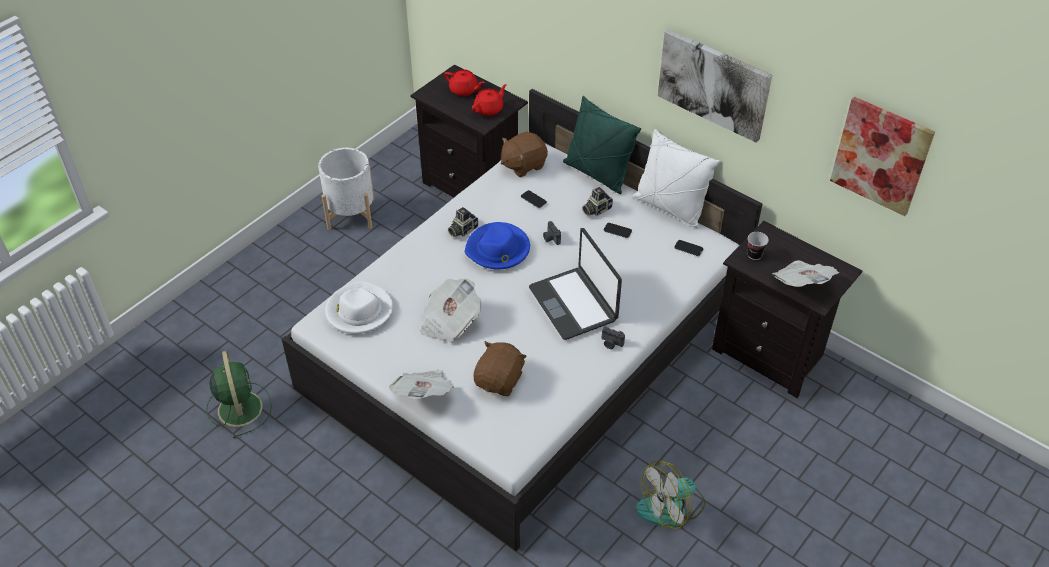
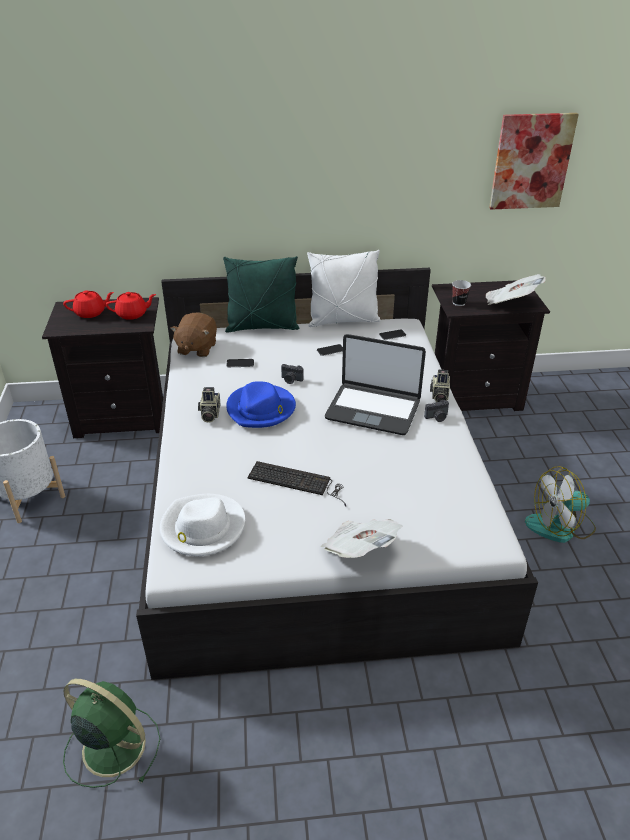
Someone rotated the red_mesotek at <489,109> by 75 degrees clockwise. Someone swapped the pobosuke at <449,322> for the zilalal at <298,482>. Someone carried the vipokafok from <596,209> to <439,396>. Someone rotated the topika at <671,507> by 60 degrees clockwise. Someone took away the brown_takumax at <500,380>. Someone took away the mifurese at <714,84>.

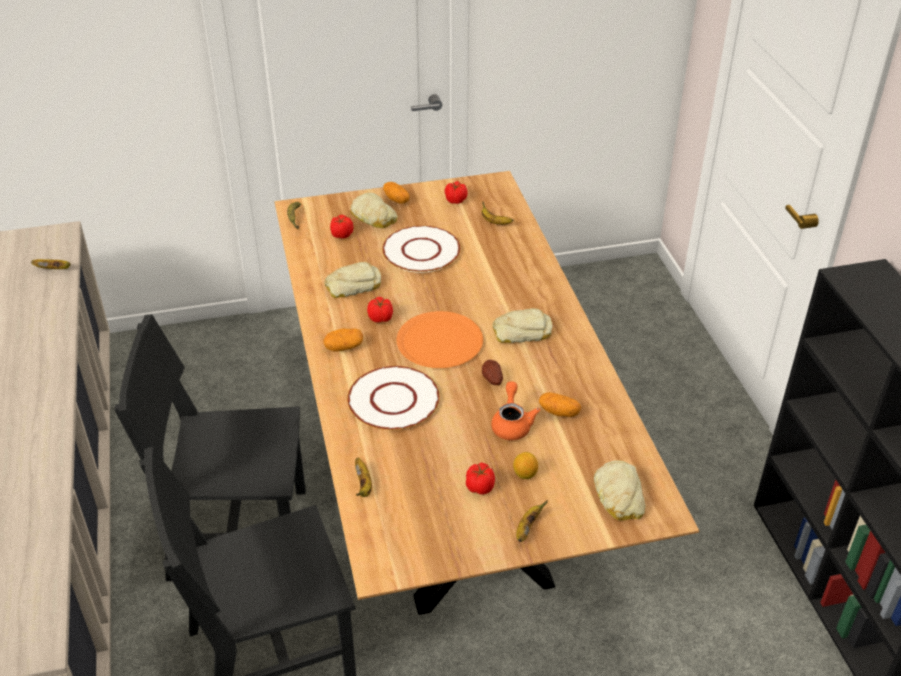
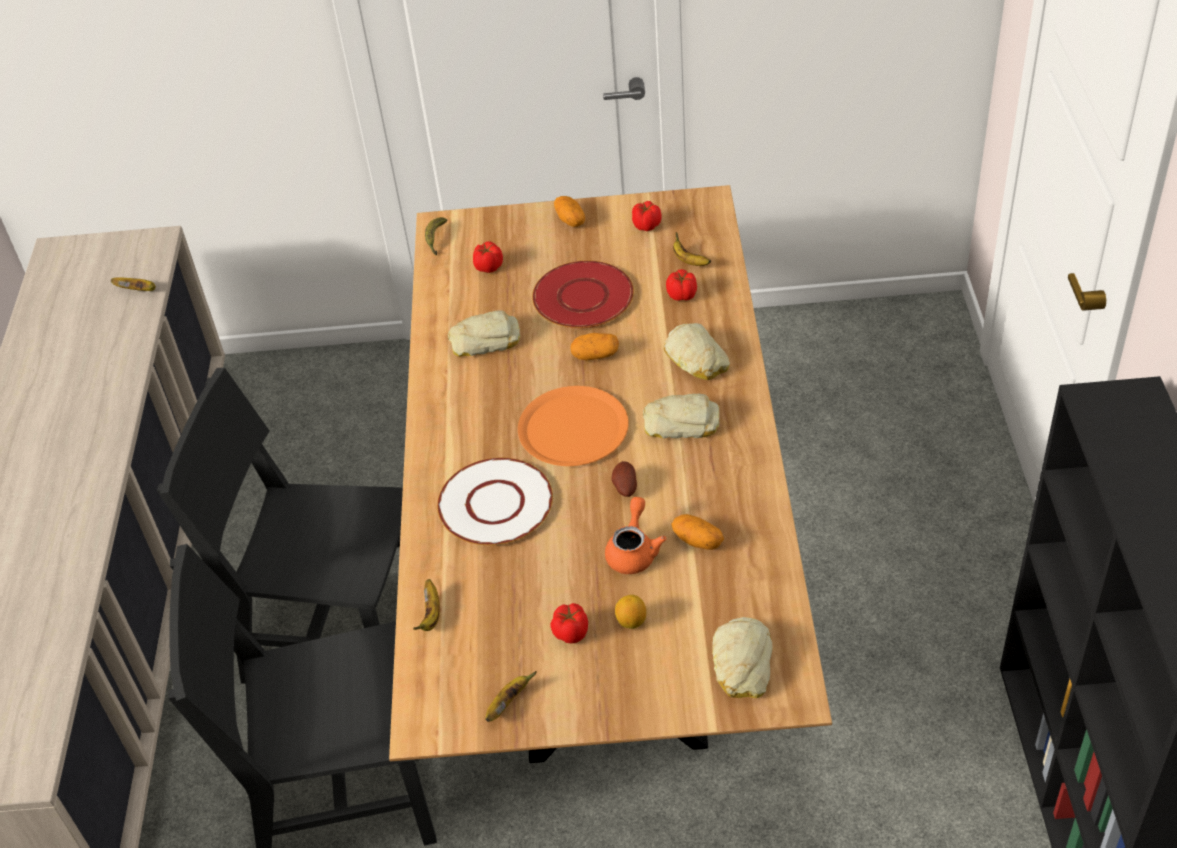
Someone carried the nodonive from <527,528> to <508,703>. Someone repainted the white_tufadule at <421,250>, which became the red_tufadule at <582,296>. Someone carried the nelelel from <344,347> to <595,355>. Someone carried the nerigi from <373,217> to <696,359>. Someone carried the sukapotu from <381,318> to <682,295>.

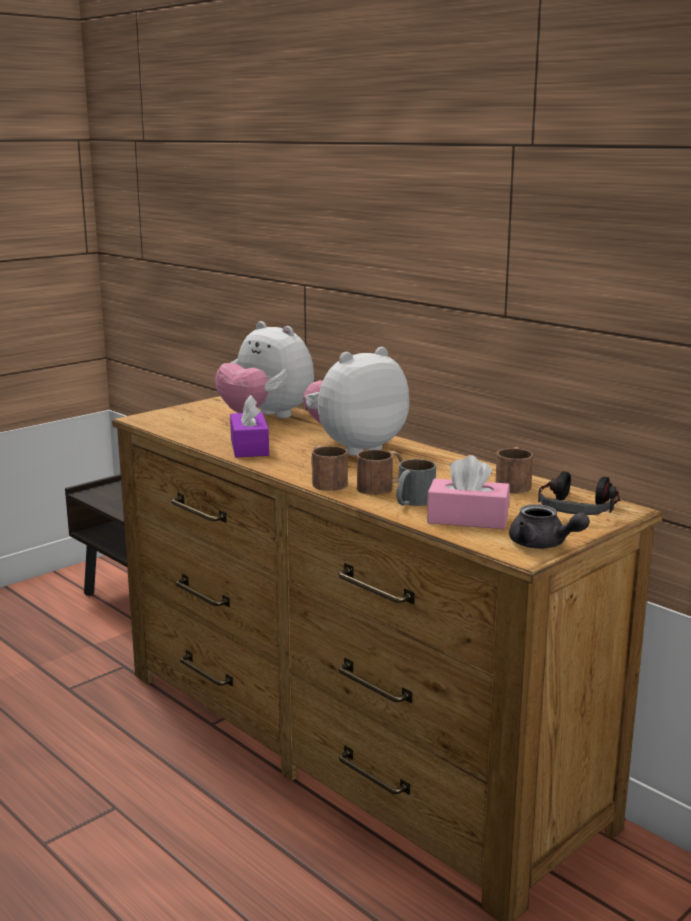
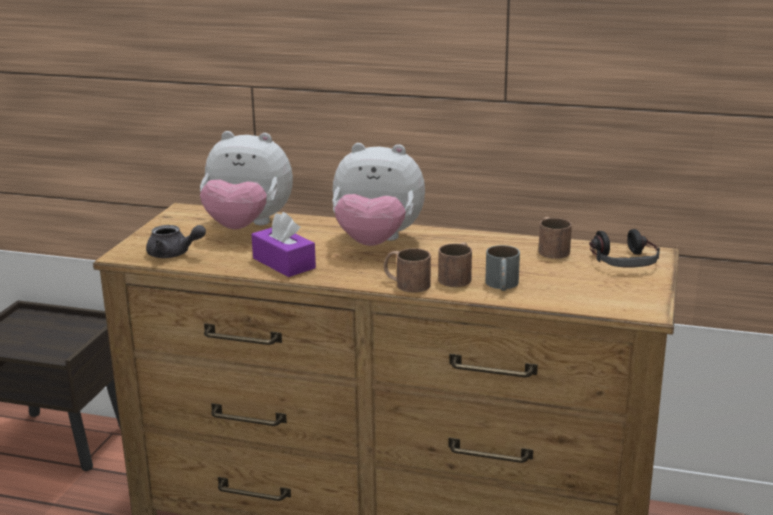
Someone carried the grey_mesotek from <543,545> to <174,254>. Someone rotated the takumax at <355,447> by 105 degrees counterclockwise. Someone took away the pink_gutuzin at <467,519>.

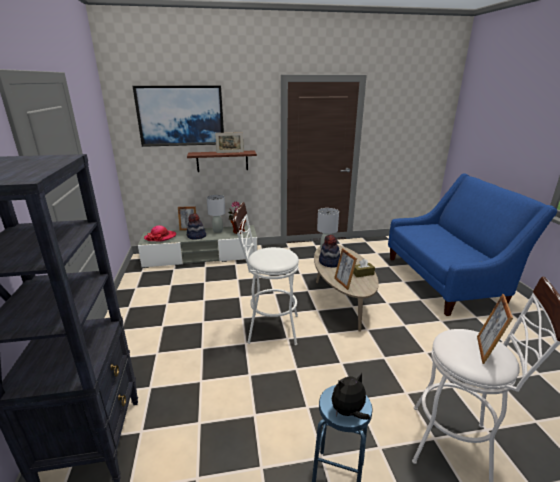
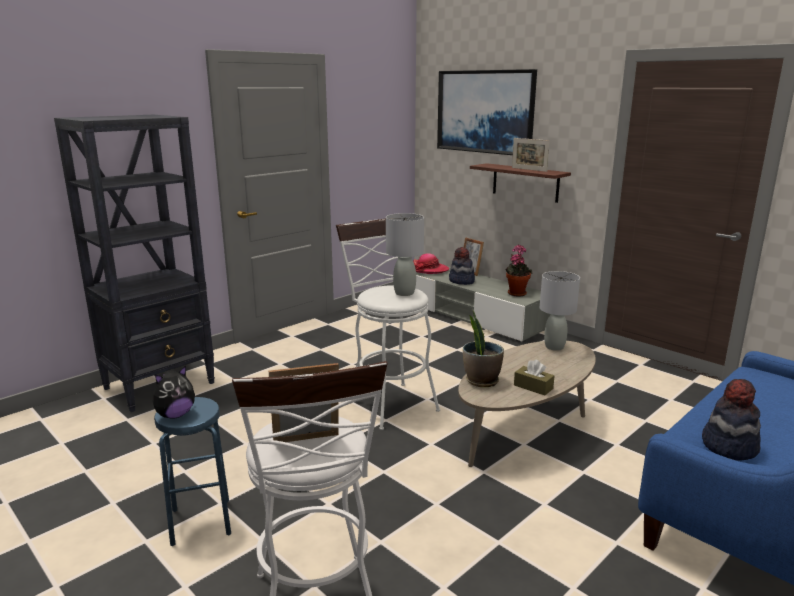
Someone rotated the takumax at <348,412> by 105 degrees clockwise. Someone carried the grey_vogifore from <217,231> to <404,293>. Someone swapped the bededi at <343,283> for the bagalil at <481,381>. Someone carried the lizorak from <329,262> to <728,446>.

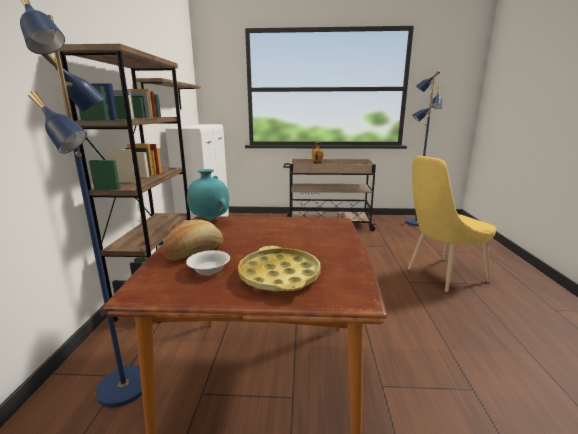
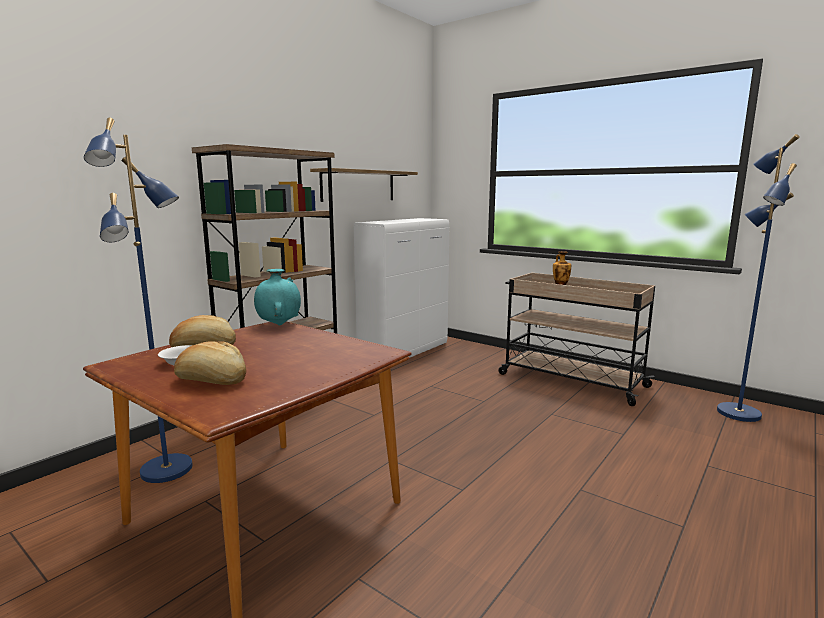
Someone swapped the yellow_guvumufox at <279,276> for the nerigi at <212,381>. Someone took away the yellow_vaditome at <441,275>.

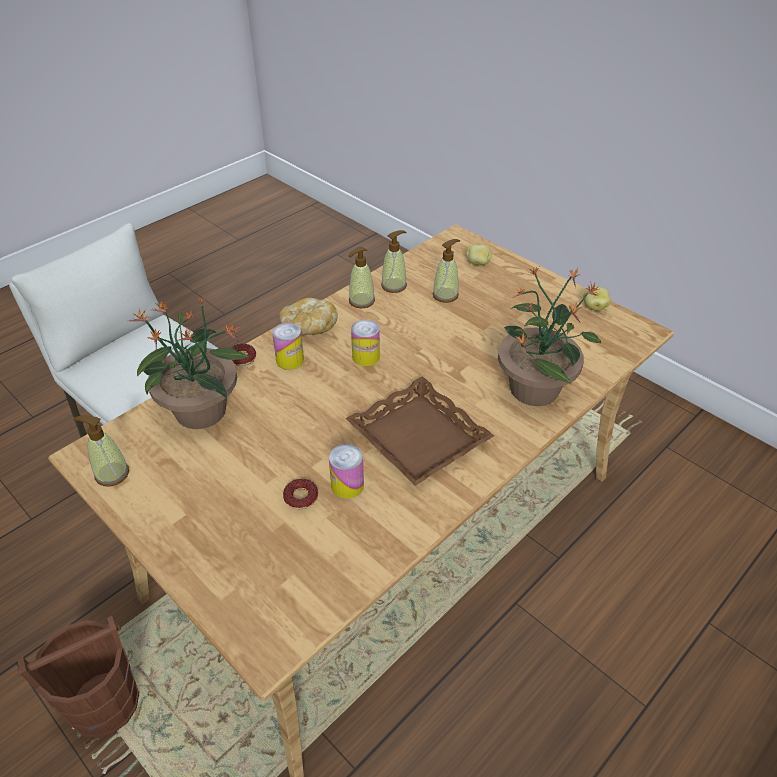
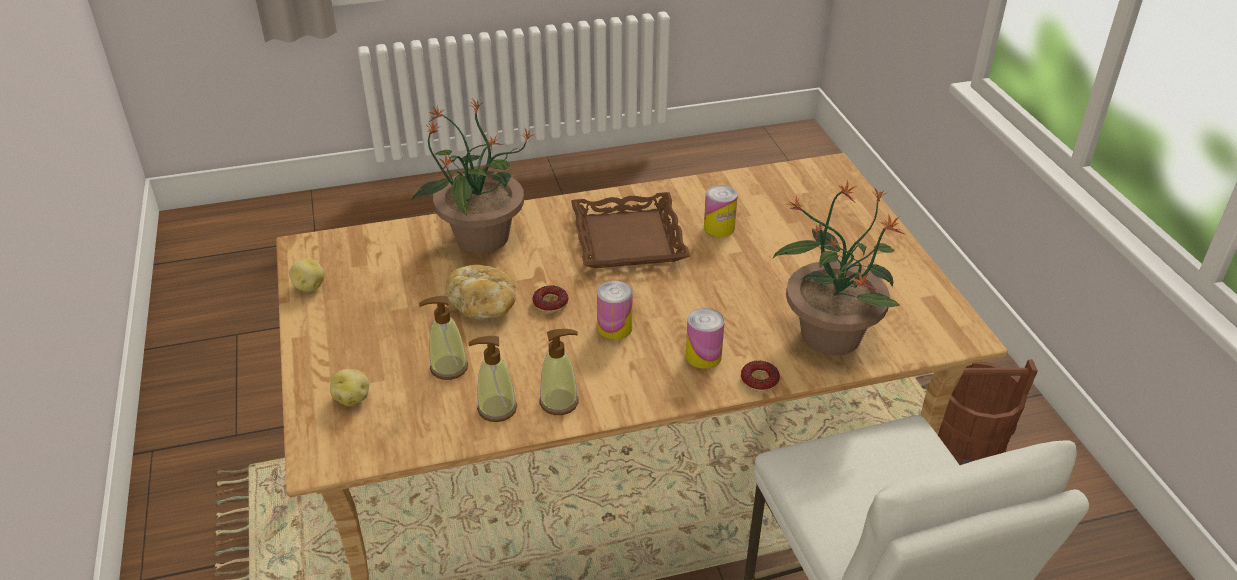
Someone carried the nerigi from <308,328> to <484,306>. Someone carried the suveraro from <301,497> to <550,303>. Someone took away the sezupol at <111,474>.

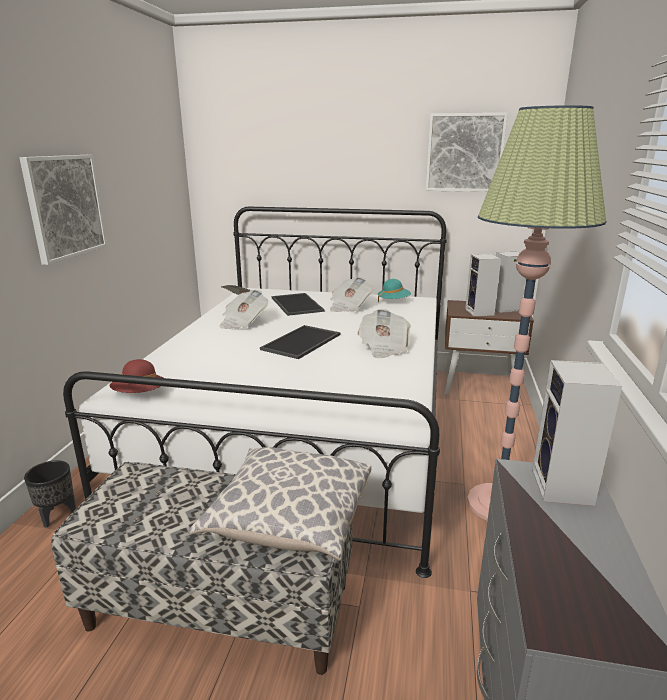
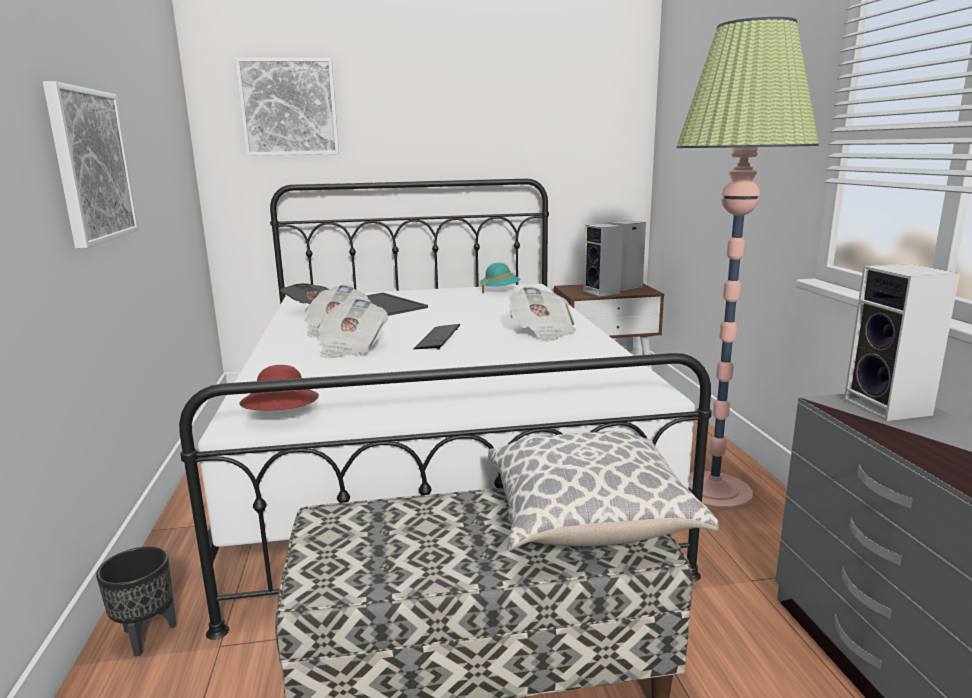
Someone carried the mifurese from <464,153> to <289,107>. Someone carried the pobosuke from <349,307> to <351,348>. Someone swapped the guvumufox at <302,342> for the zilalal at <438,338>.

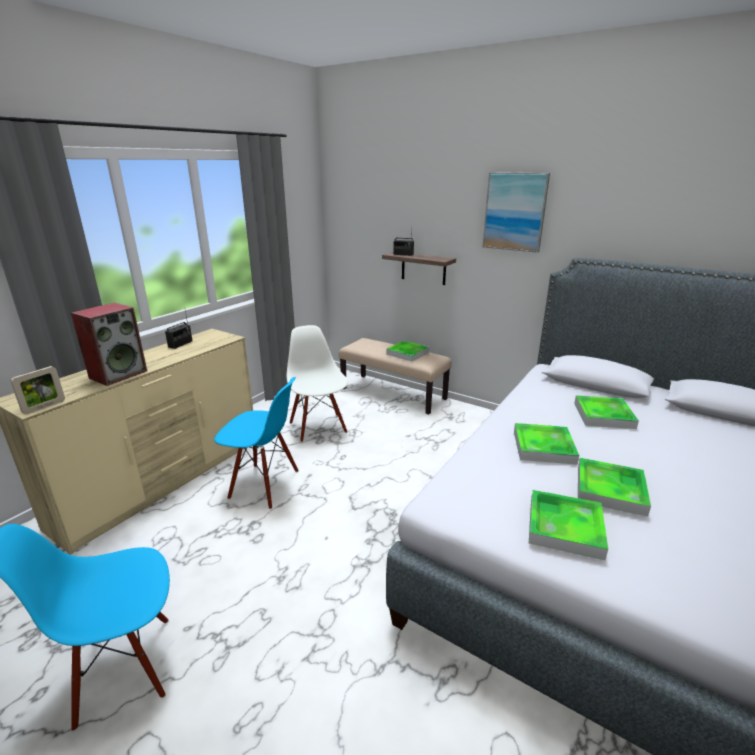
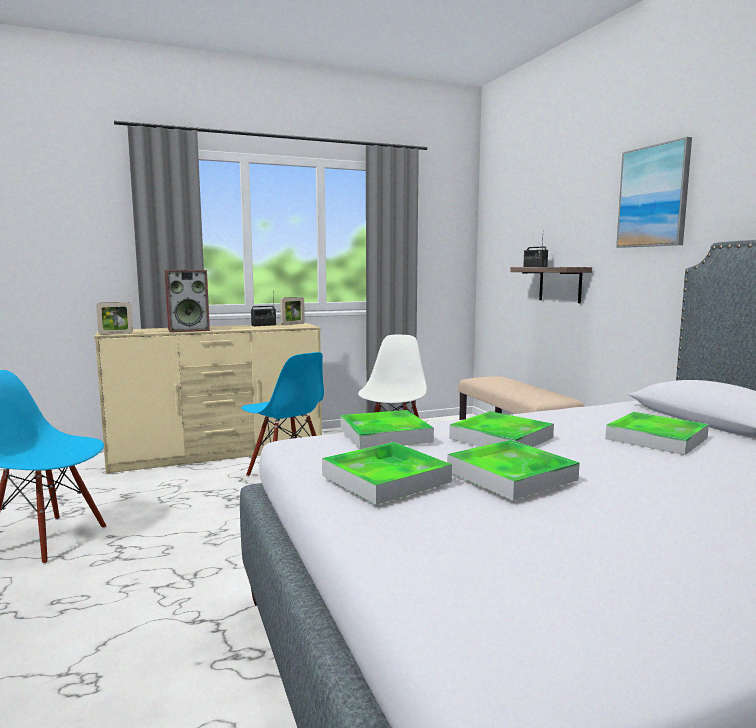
Someone put down the bededi at <293,324>. Someone carried the guvumufox from <407,353> to <385,435>.

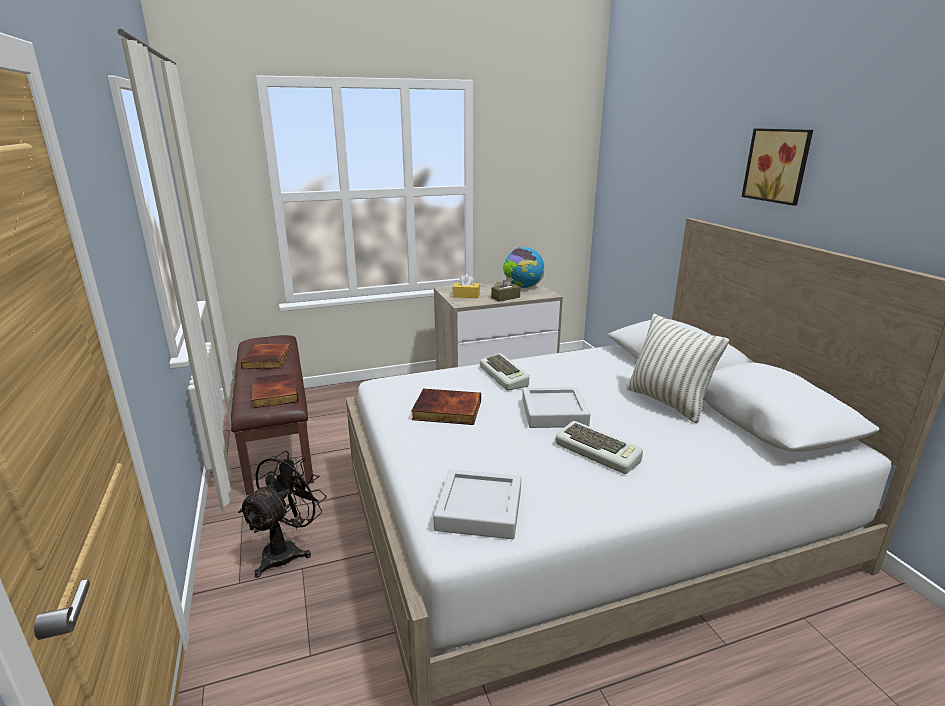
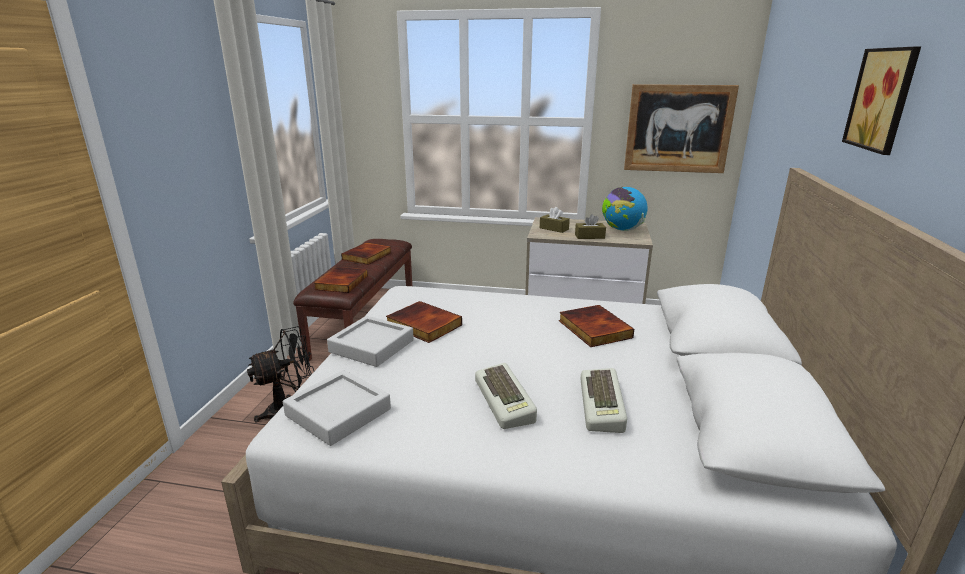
Someone carried the grey_guvumufox from <554,413> to <372,346>. Someone repainted the yellow_gutuzin at <466,295>, which became the brown_gutuzin at <554,229>. Someone put down the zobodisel at <593,329>. Someone carried the zilalal from <505,376> to <603,405>. Someone put up the mifurese at <678,129>. Someone took away the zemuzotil at <667,402>.

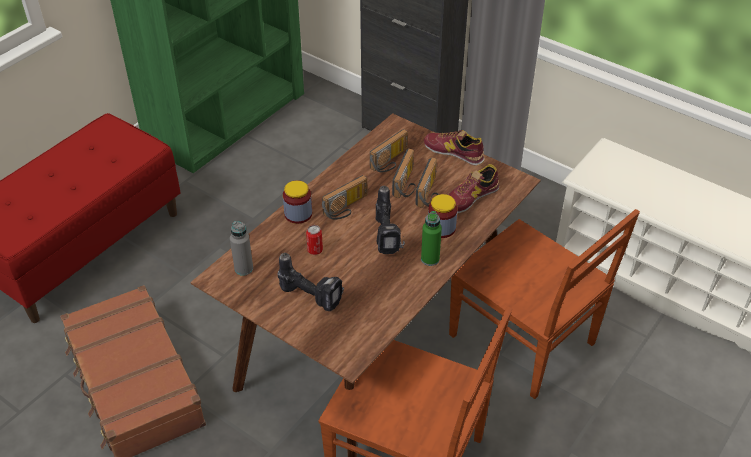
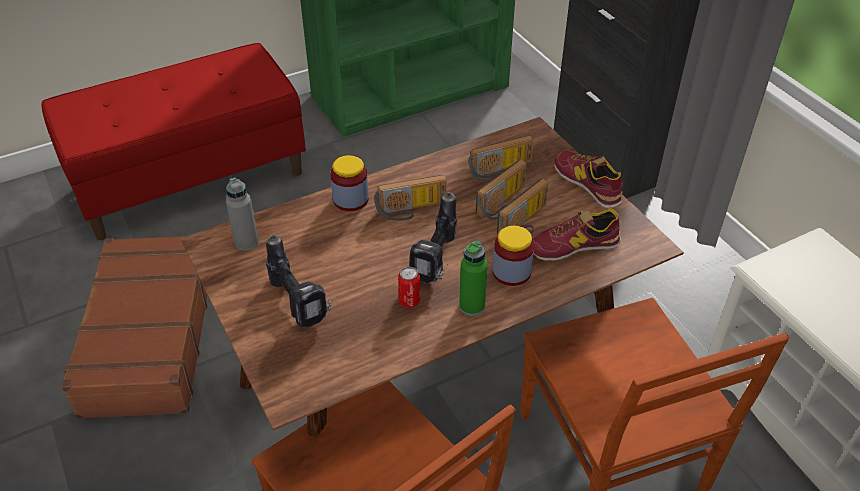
Someone carried the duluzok from <315,250> to <409,301>.

